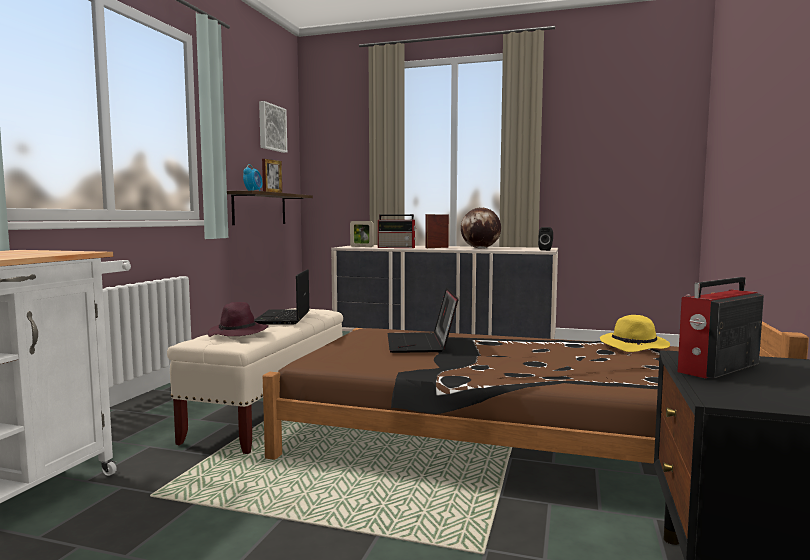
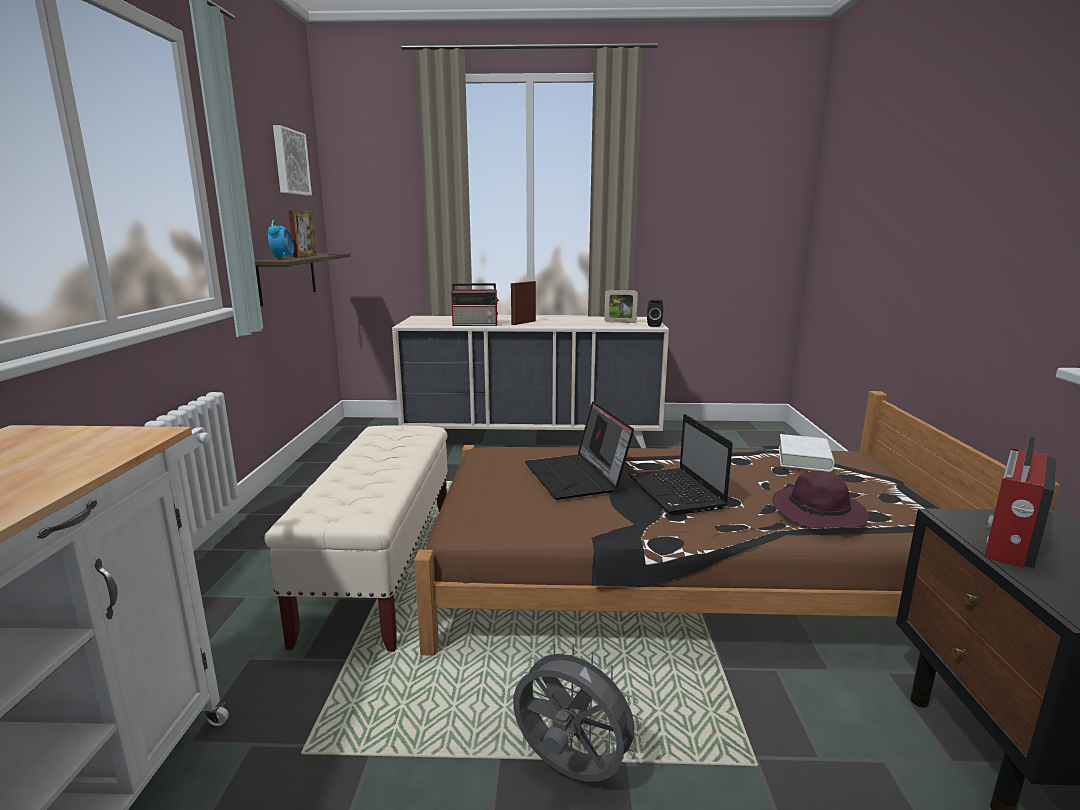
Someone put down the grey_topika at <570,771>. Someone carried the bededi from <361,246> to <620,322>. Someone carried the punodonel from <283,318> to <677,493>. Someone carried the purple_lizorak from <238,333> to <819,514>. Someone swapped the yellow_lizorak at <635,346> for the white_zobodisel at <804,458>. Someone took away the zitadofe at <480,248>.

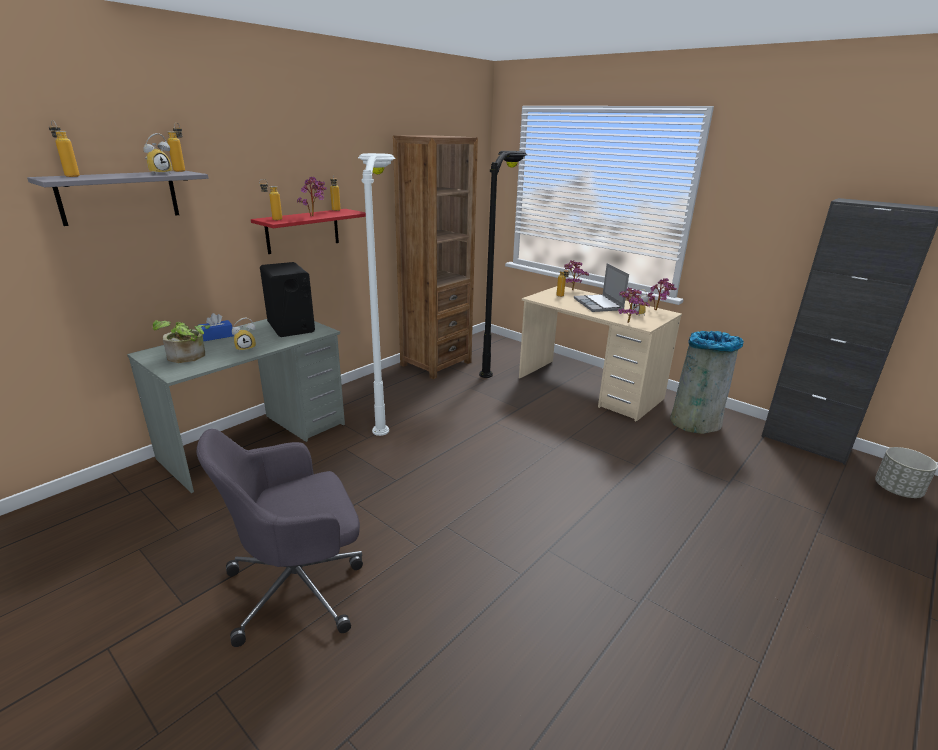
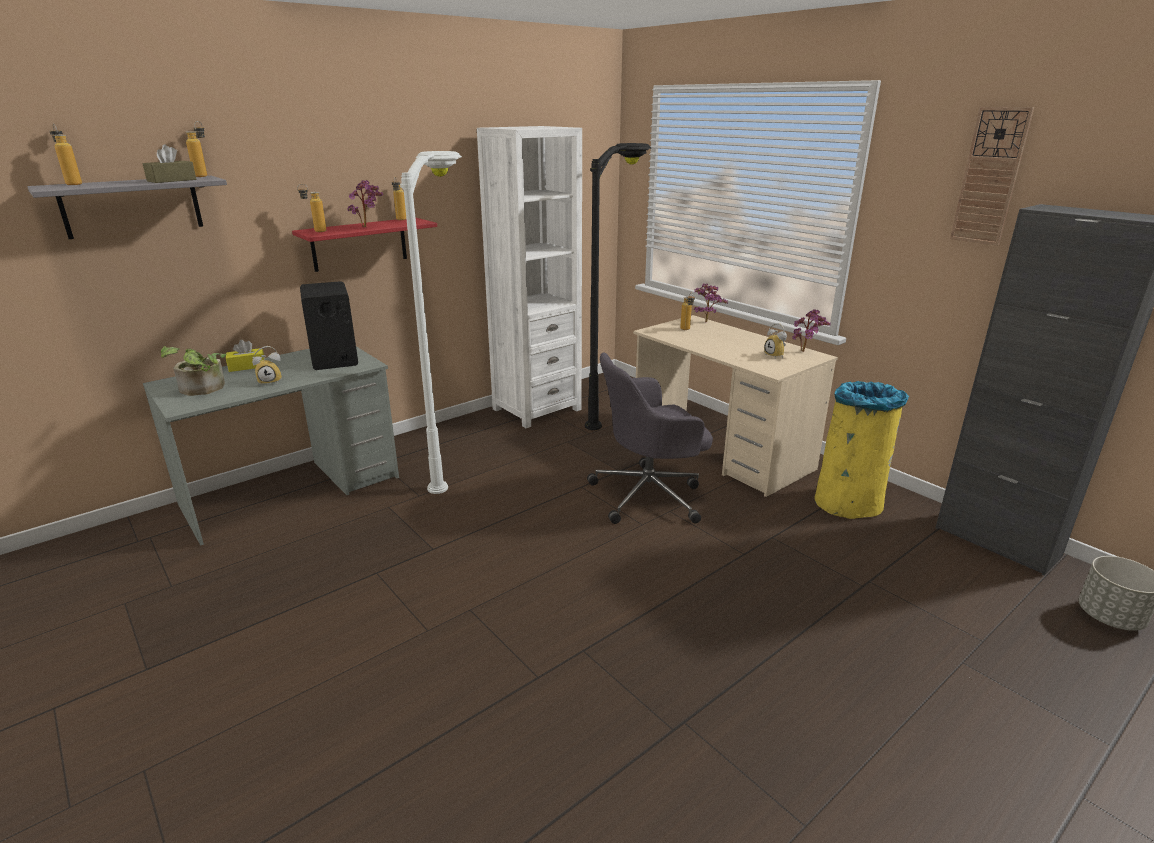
Someone swapped the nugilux at <160,174> for the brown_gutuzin at <172,180>. Someone repainted the blue_gutuzin at <217,336>, which became the yellow_gutuzin at <247,366>. Someone repainted the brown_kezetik at <436,363>, which became the white_kezetik at <536,409>. Someone carried the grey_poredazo from <299,586> to <649,495>. Someone repainted the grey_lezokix at <696,422>, which became the yellow_lezokix at <849,503>. Someone put up the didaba at <990,177>. Someone took away the punodonel at <599,304>. Someone took away the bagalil at <627,322>.

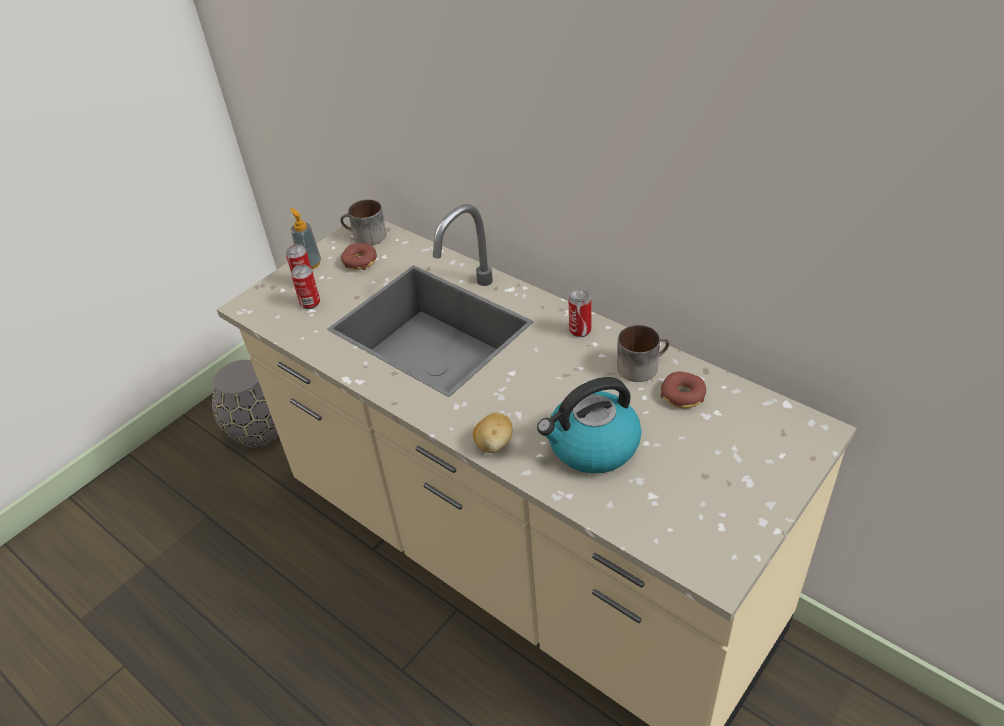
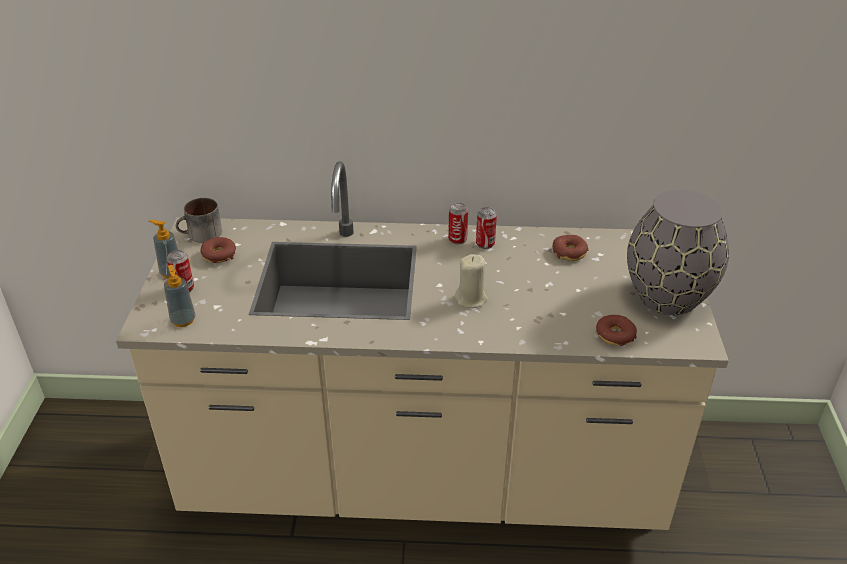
Someone put down the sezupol at <183,320>. Someone put down the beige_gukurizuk at <471,299>. Someone carried the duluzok from <310,303> to <485,244>. Someone put down the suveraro at <614,335>. Someone carried the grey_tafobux from <258,432> to <666,297>. Someone took away the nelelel at <494,444>. Someone took away the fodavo at <592,446>. Someone took away the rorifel at <641,365>.

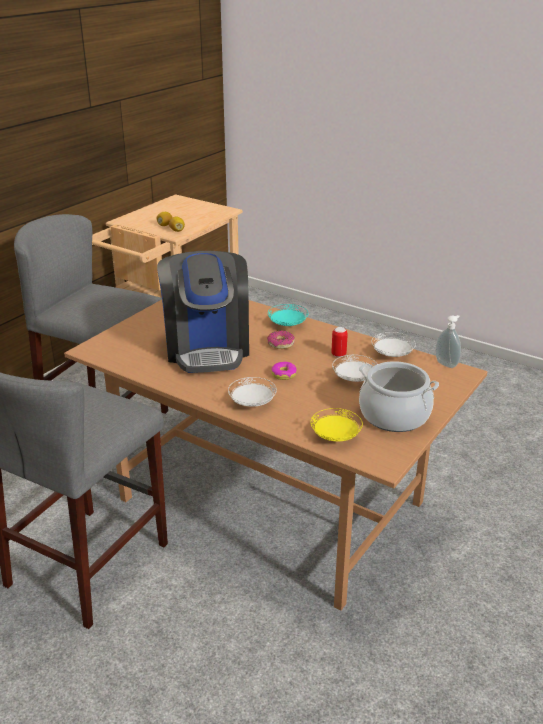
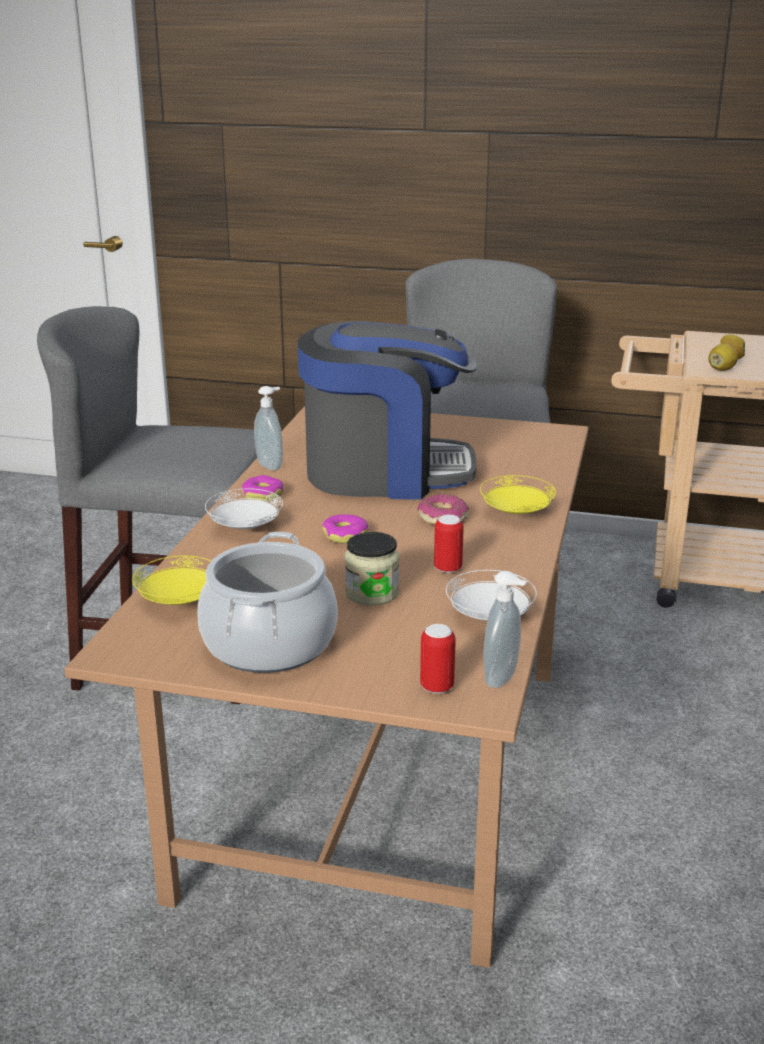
Someone put down the suveraro at <263,495>. Someone put down the sezupol at <271,465>. Someone rotated the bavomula at <207,348> by 150 degrees counterclockwise. Someone swapped the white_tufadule at <354,379> for the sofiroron at <372,593>. Someone put down the duluzok at <437,687>. Someone repainted the turquoise_tufadule at <287,325>, which became the yellow_tufadule at <517,513>.

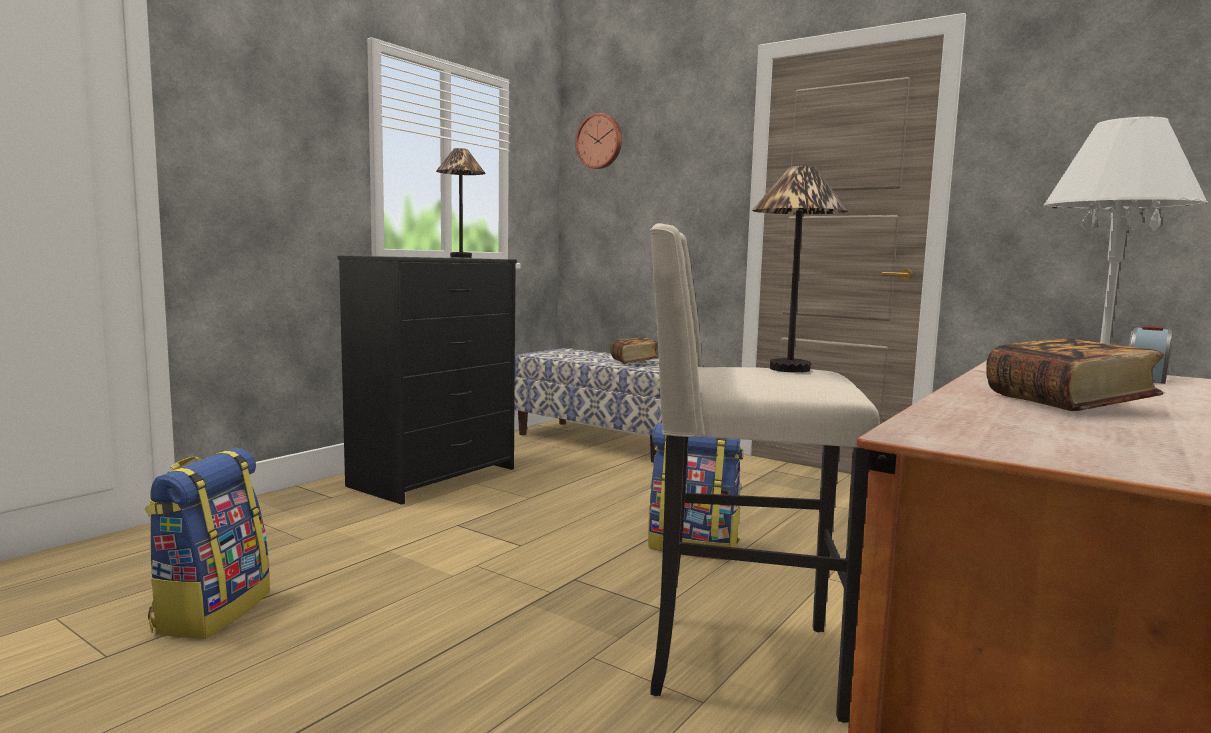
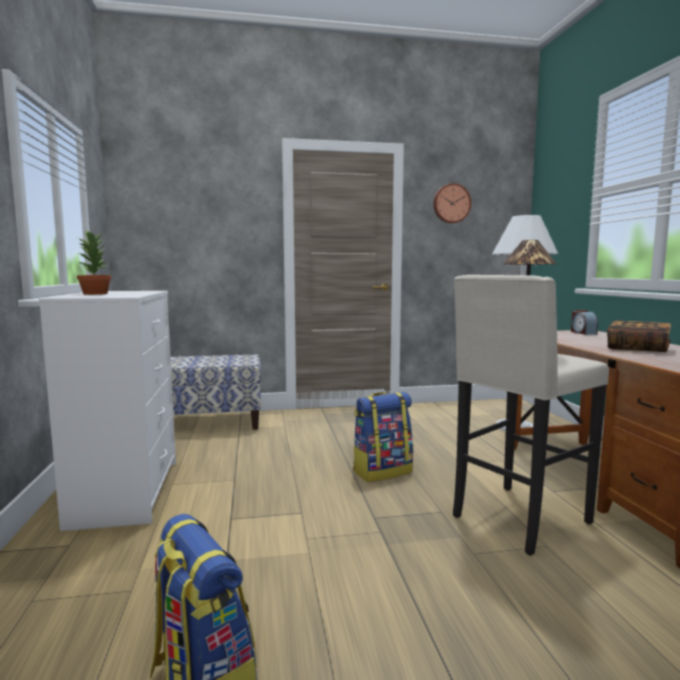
Someone repainted the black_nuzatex at <434,477>, which became the white_nuzatex at <126,492>. Someone put down the bagalil at <96,294>. Someone carried the didaba from <600,141> to <451,203>. Someone took away the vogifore at <461,257>. Someone took away the zobodisel at <634,362>.

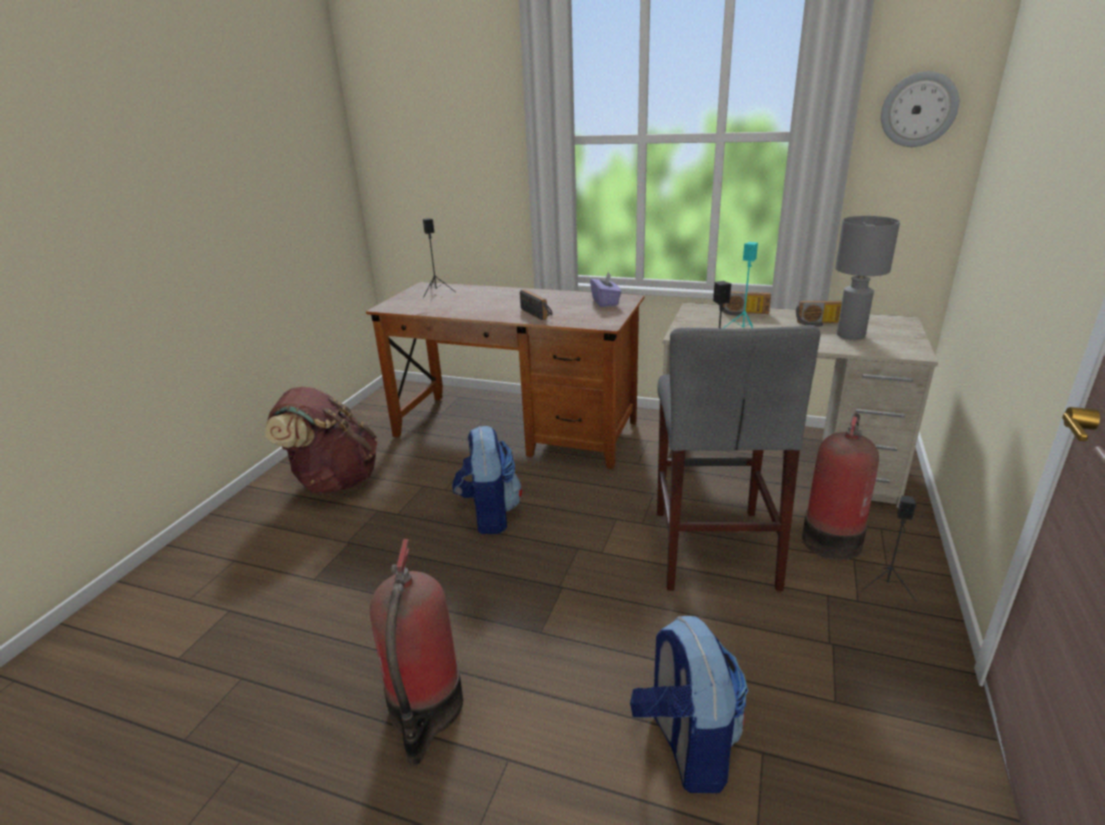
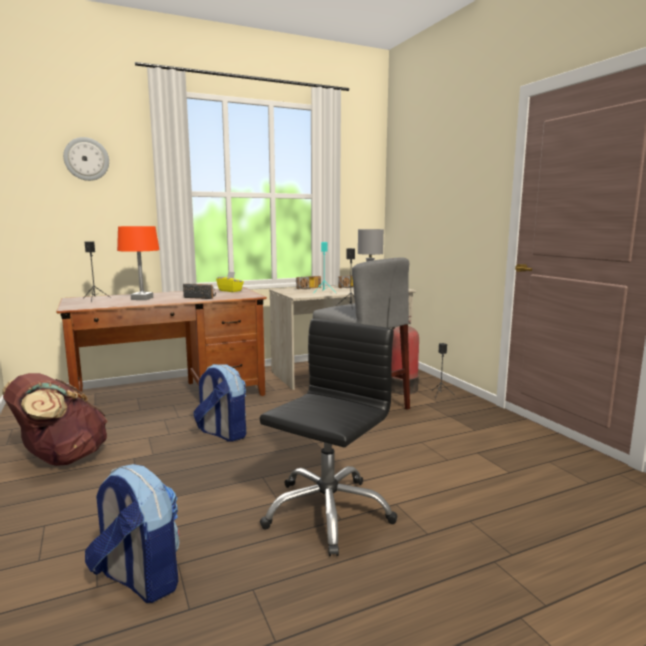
Someone carried the didaba from <918,110> to <86,159>. Someone carried the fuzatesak from <685,745> to <139,580>. Someone put down the orange_vogifore at <142,298>. Someone repainted the purple_gutuzin at <605,302>, which became the yellow_gutuzin at <230,291>. Someone swapped the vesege at <425,711> for the black_poredazo at <327,512>.

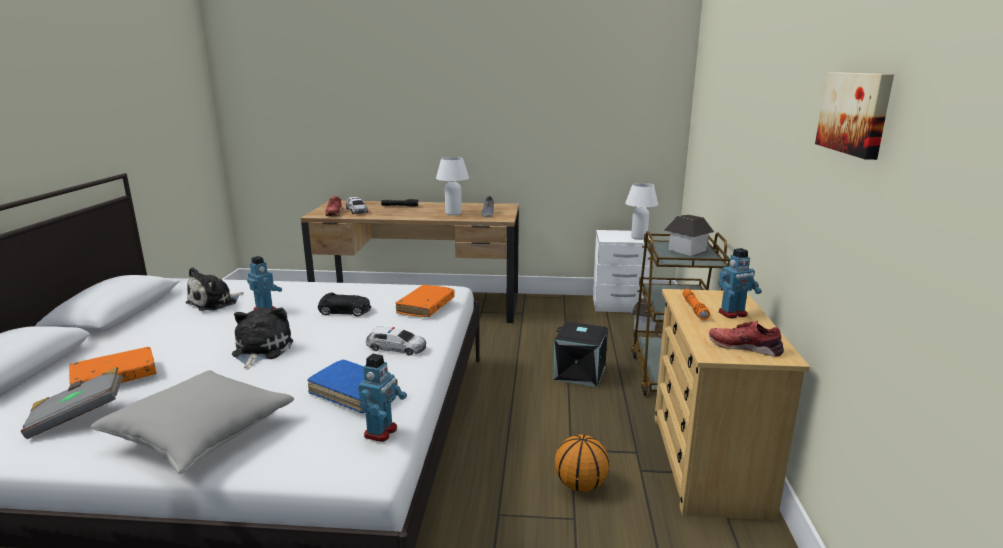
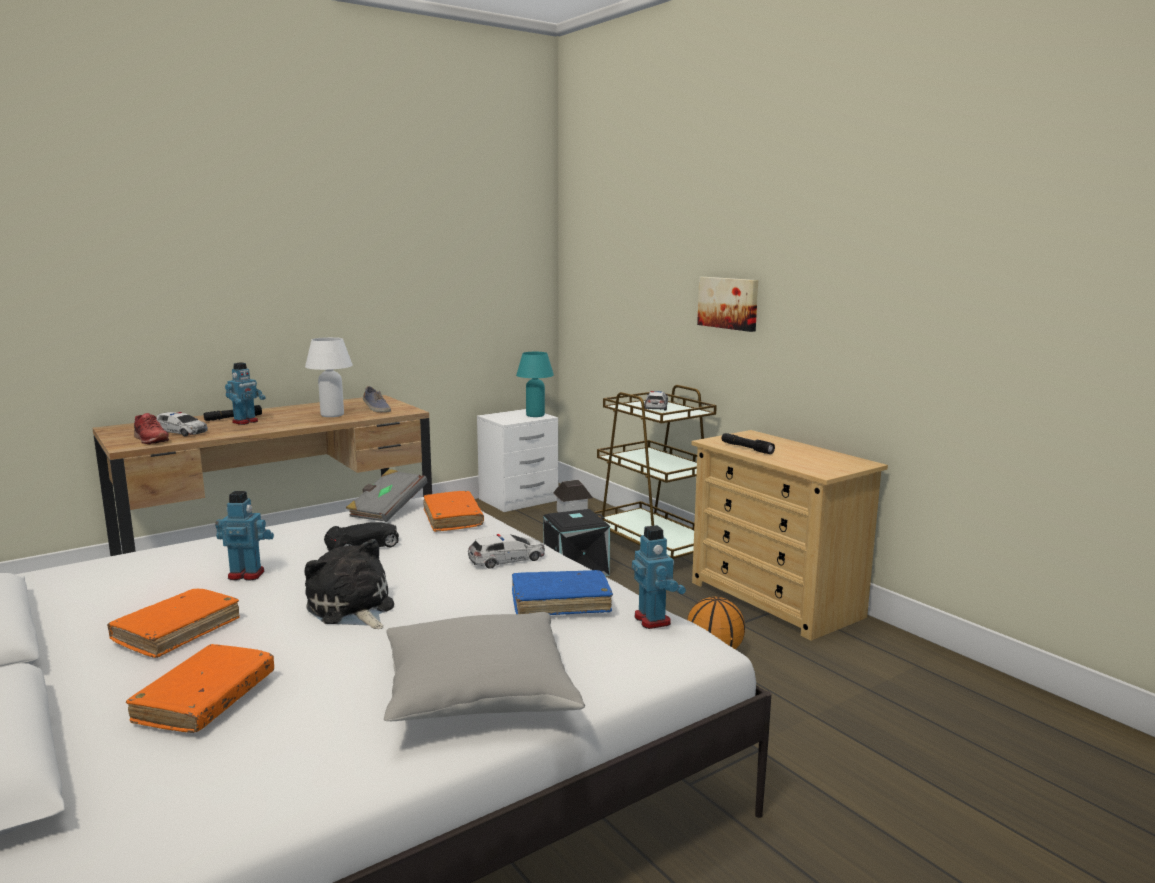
Someone put down the orange_zobodisel at <177,631>. Someone carried the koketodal from <733,314> to <245,422>. Someone carried the grey_zobodisel from <78,417> to <387,510>. Someone repainted the white_vogifore at <639,237>, which became the turquoise_vogifore at <535,415>. Someone swapped the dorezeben at <687,250> for the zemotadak at <656,407>. Someone carried the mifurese from <856,113> to <729,303>. Someone repainted the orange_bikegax at <694,308>, which became the black_bikegax at <746,448>. Someone took away the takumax at <215,302>. Someone took away the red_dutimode at <744,347>.

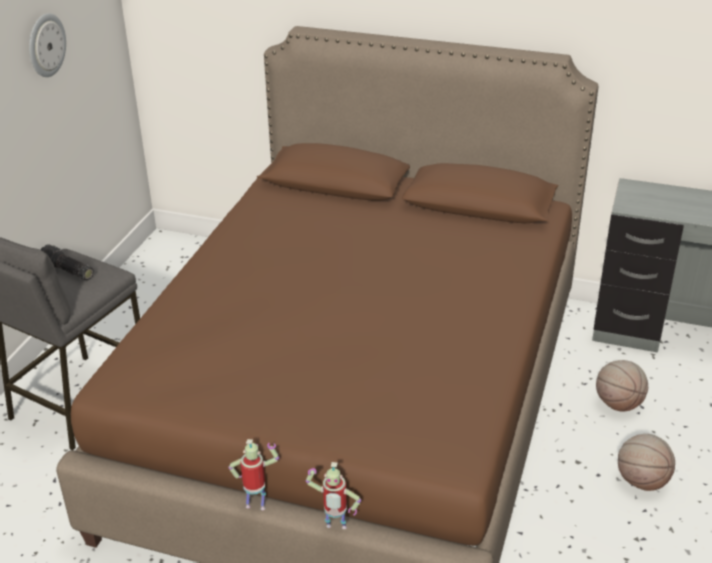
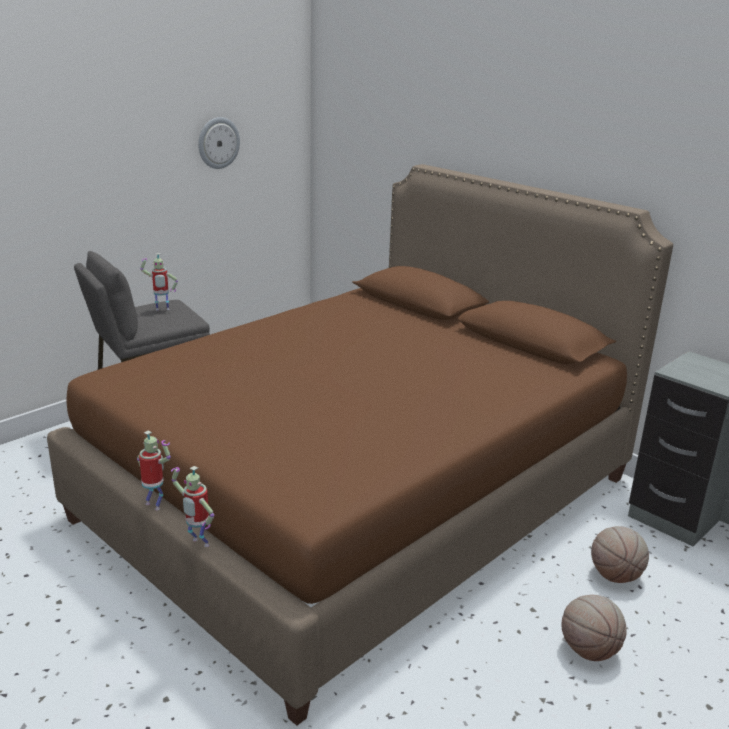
Someone swapped the bikegax at <67,271> for the koketodal at <162,310>.

